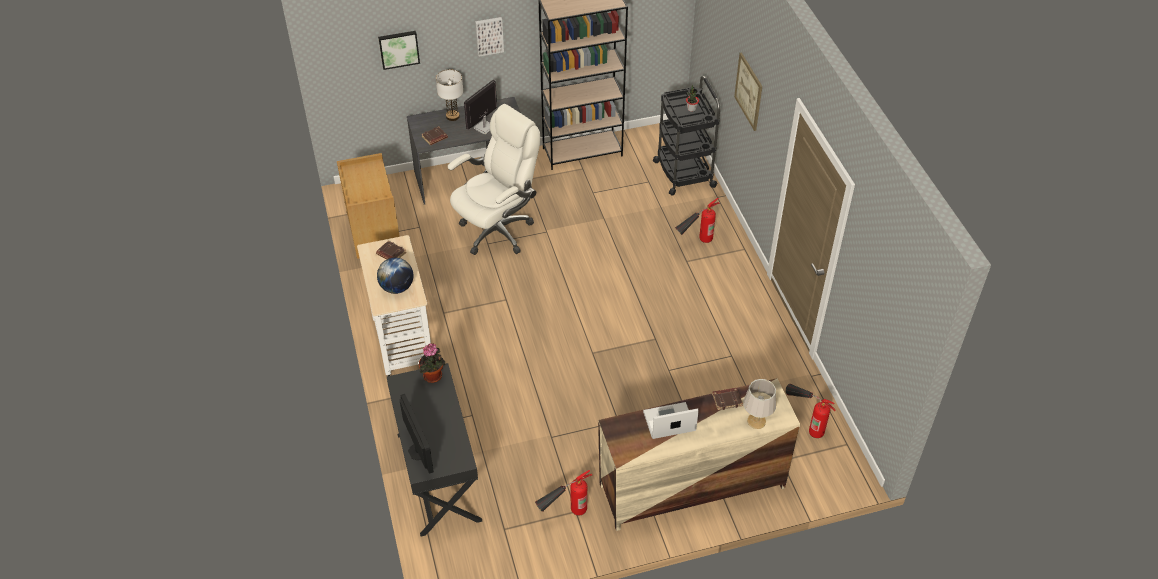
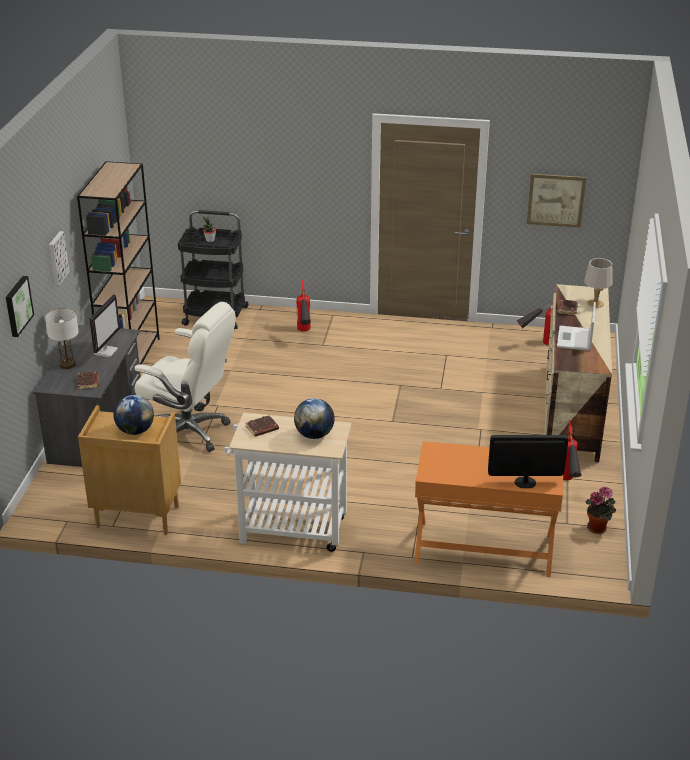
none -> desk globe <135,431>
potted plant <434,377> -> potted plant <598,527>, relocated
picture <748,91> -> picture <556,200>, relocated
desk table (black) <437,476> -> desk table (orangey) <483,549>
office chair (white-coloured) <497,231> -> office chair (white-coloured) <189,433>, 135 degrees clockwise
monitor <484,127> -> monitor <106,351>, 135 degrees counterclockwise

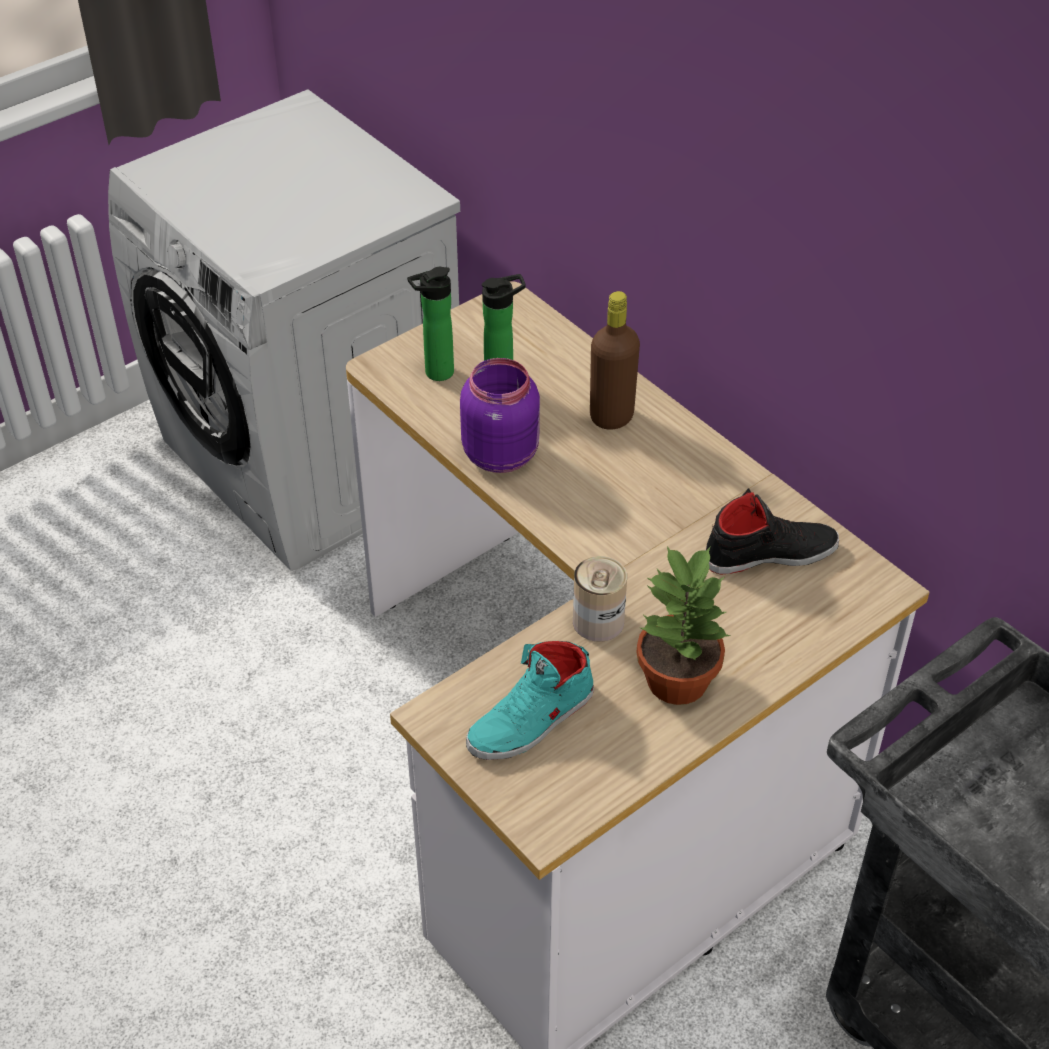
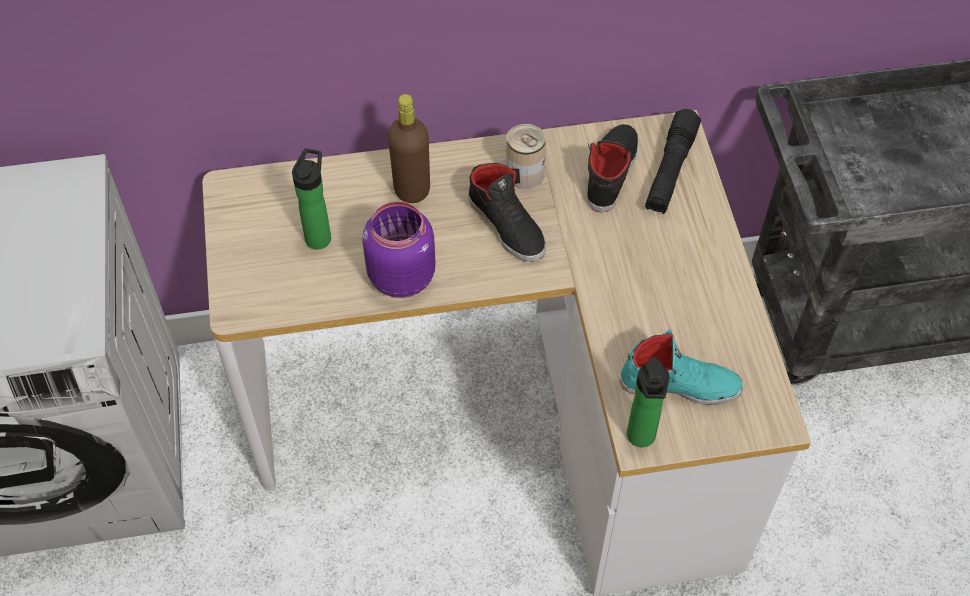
potted plant <677,679> -> none
none -> item of footwear (black) <507,224>
none -> hand torch (black) <670,170>
bottle <435,373> -> bottle <641,439>, relocated
metal can <598,621> -> metal can <524,173>, relocated
item of footwear (turquoise) <532,721> -> item of footwear (turquoise) <680,384>, 75 degrees counterclockwise

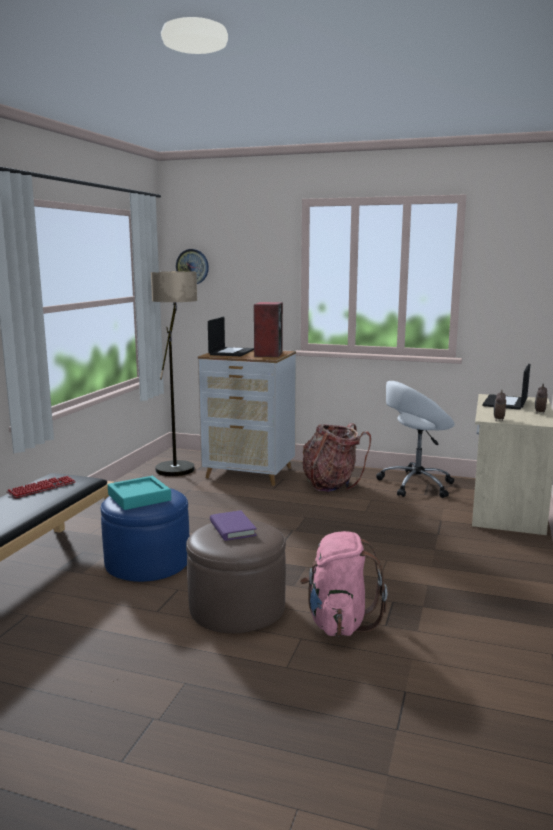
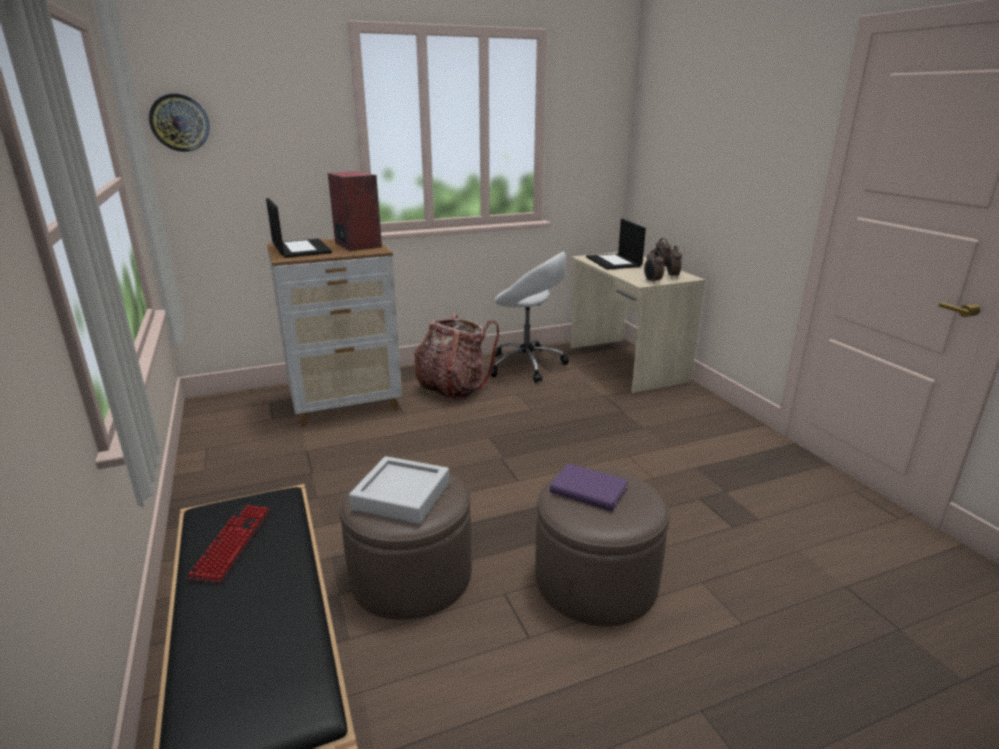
floor lamp <178,464> -> none
rucksack (pink-coloured) <339,622> -> none
none -> table clock <672,276>
pouffe (blue-coloured) <147,562> -> pouffe (brownish) <411,575>
tray (turquoise) <139,497> -> tray (gray) <401,495>
office chair (white-coloured) <414,485> -> office chair (white-coloured) <528,365>, 90 degrees counterclockwise

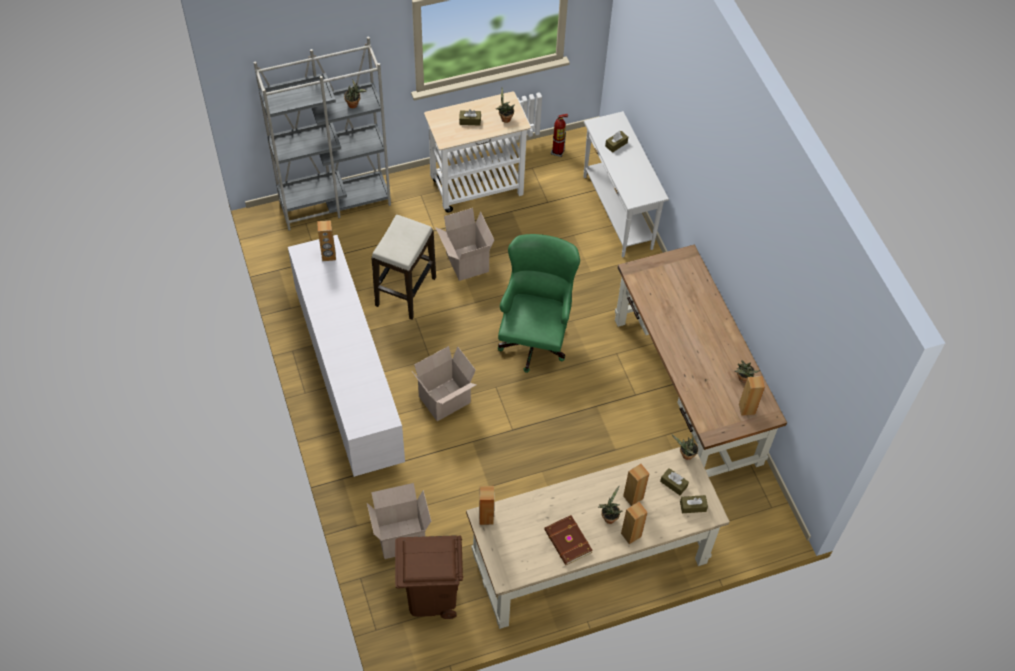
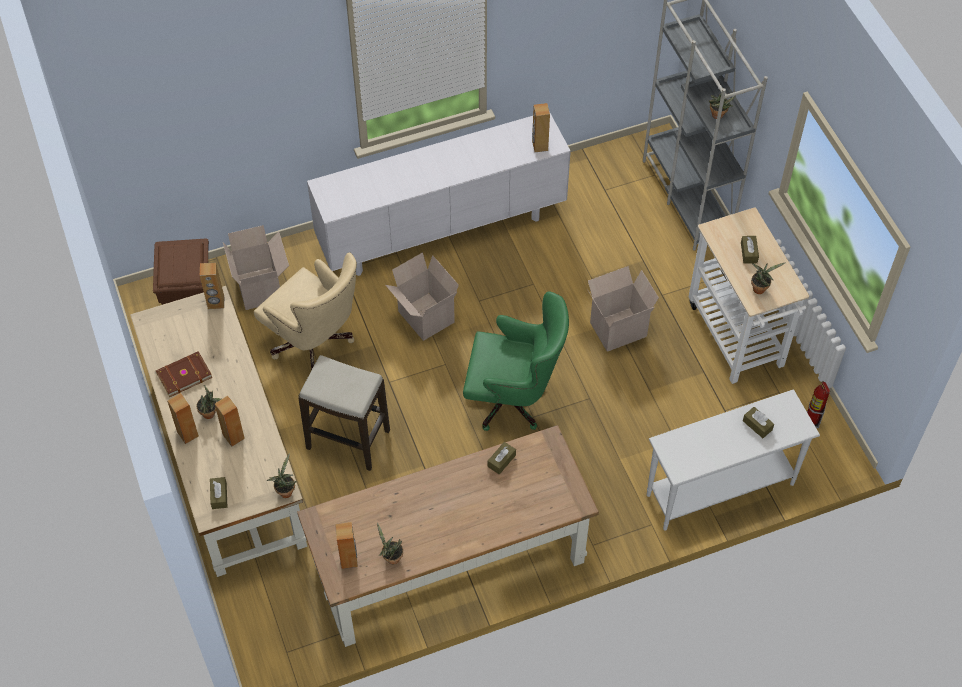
none -> office chair (beige) <315,345>
stool seat <405,292> -> stool seat <348,440>, relocated
box of tissues (brownish) <673,484> -> box of tissues (brownish) <501,461>, relocated

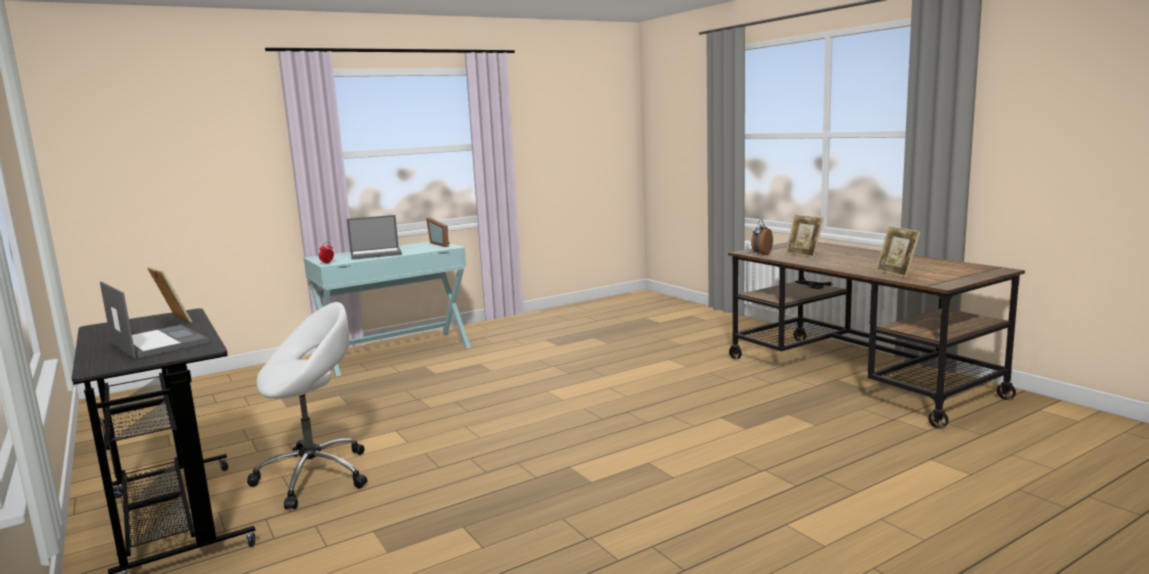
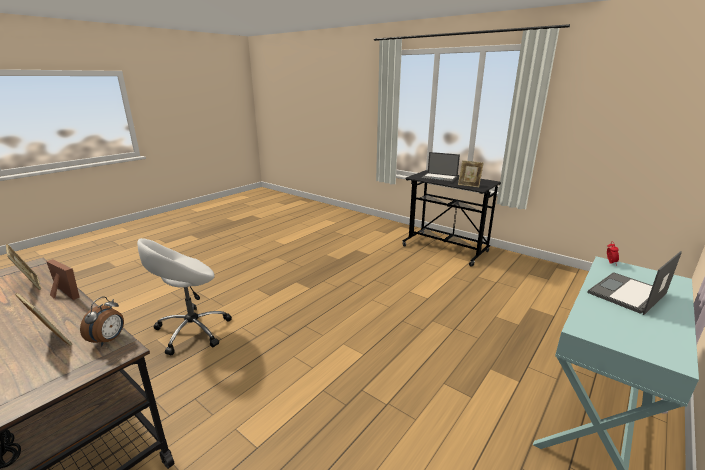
office chair (white-coloured) <316,475> -> office chair (white-coloured) <191,331>, relocated
picture frame <442,244> -> picture frame <62,294>, relocated

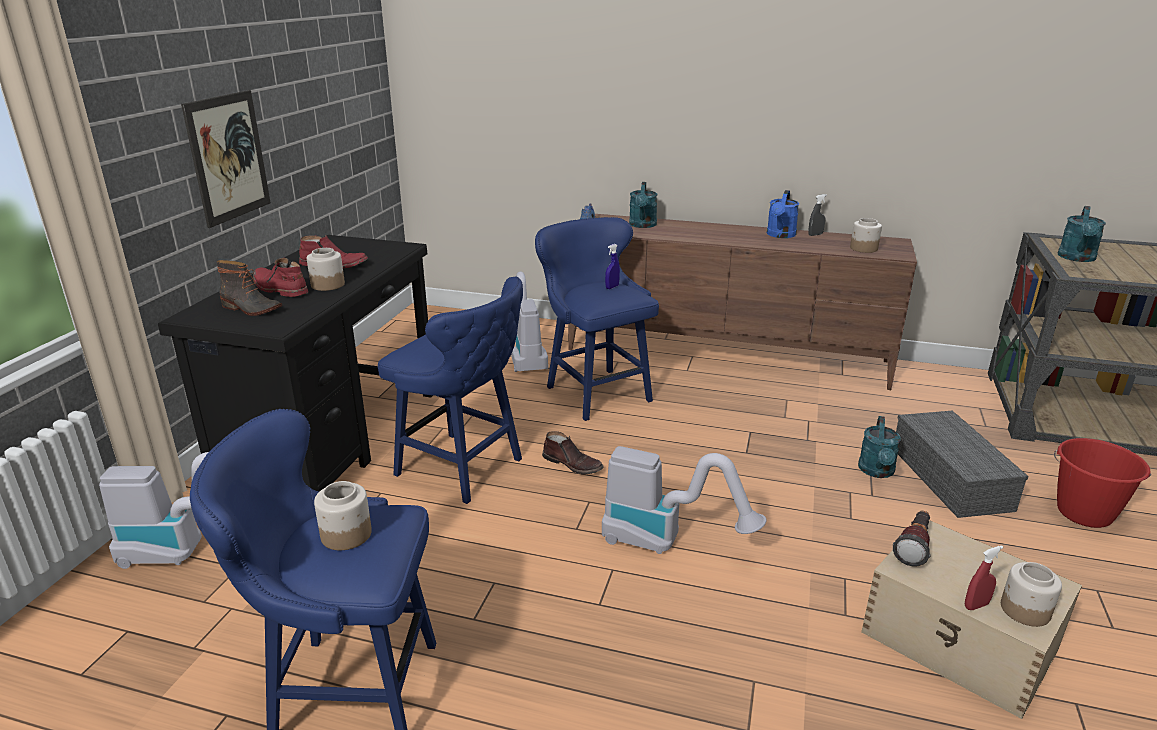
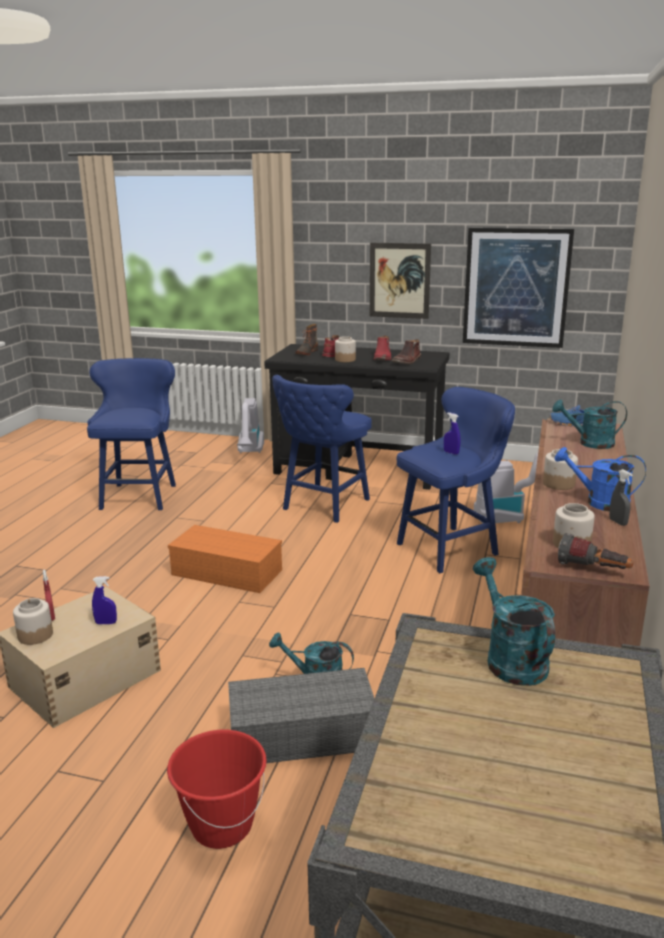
none -> hand sprayer (blue-coloured) <106,623>
none -> picture <516,288>
jar <345,535> -> jar <558,484>, relocated
tall boot (brownish) <573,464> -> tall boot (brownish) <407,361>, relocated
hand torch <914,546> -> hand torch <593,570>, relocated
vacuum <666,542> -> storage box (orangey) <229,572>
watering can (turquoise) <1077,258> -> watering can (turquoise) <510,658>, 45 degrees clockwise

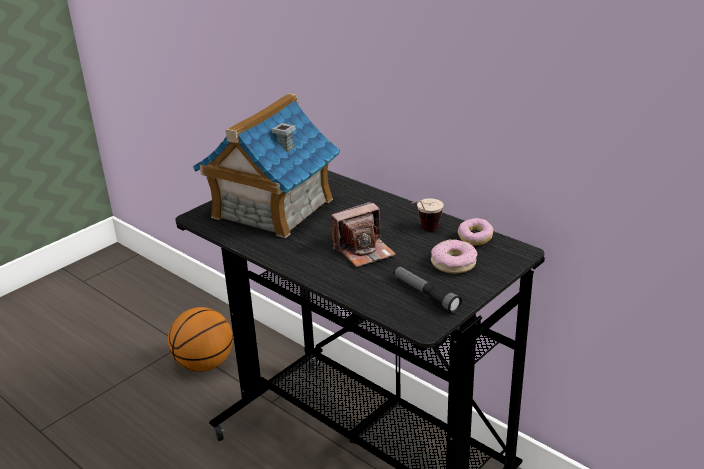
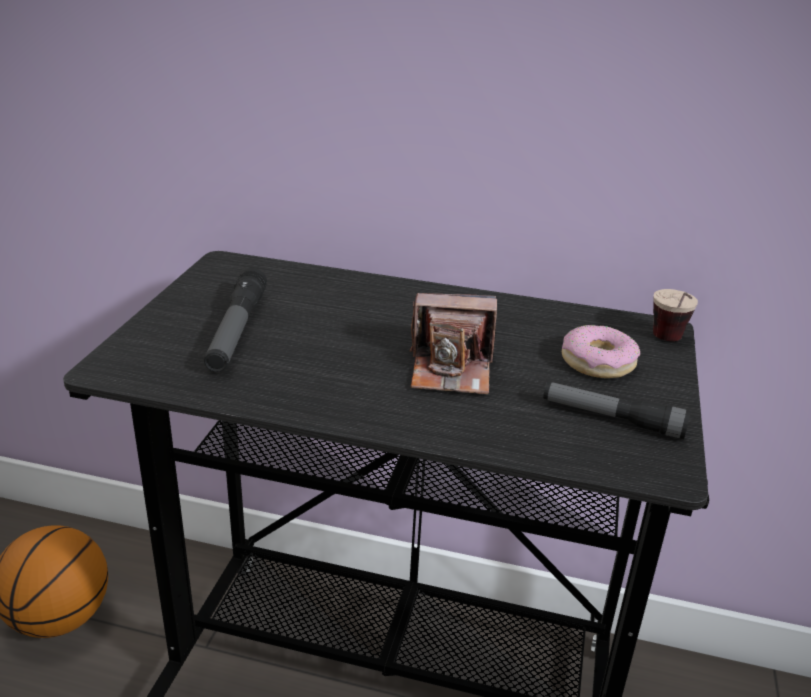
ring doughnut <475,238> -> none
drinking cup <424,231> -> drinking cup <669,344>, relocated
model house <271,208> -> hand torch <236,331>
photo camera <364,250> -> photo camera <451,370>, 60 degrees clockwise

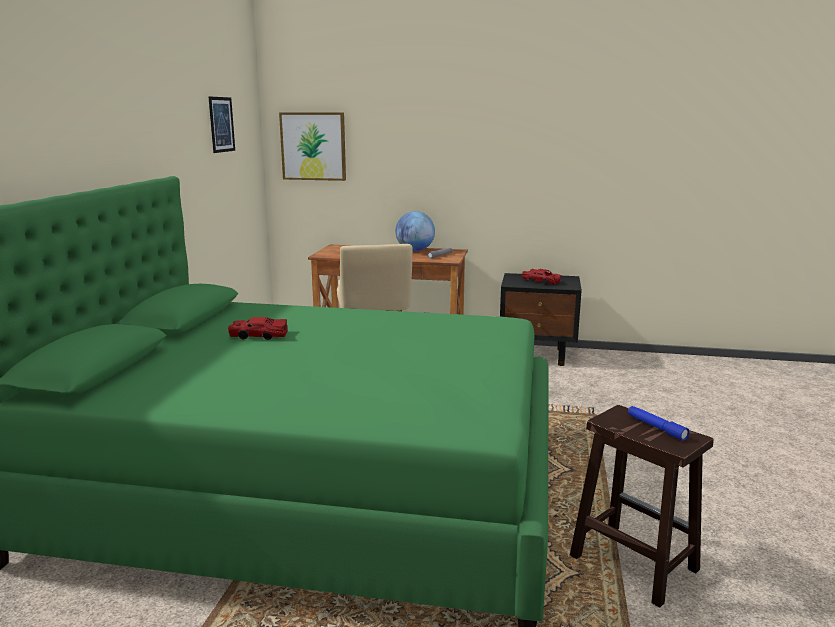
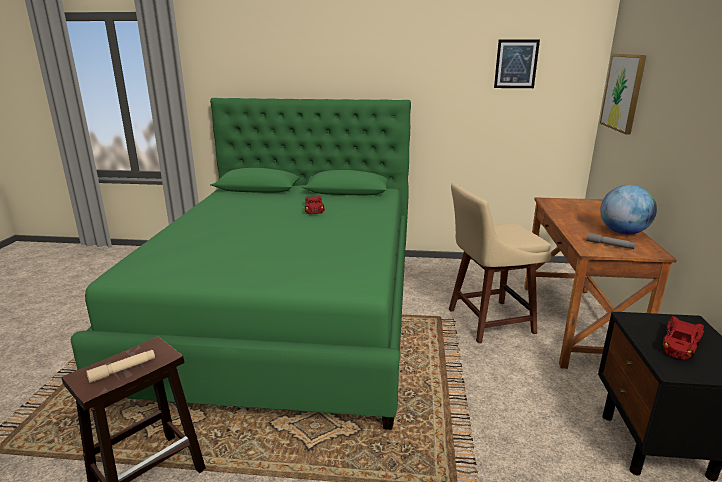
hand torch (blue-coloured) <656,427> -> hand torch (beige) <123,370>

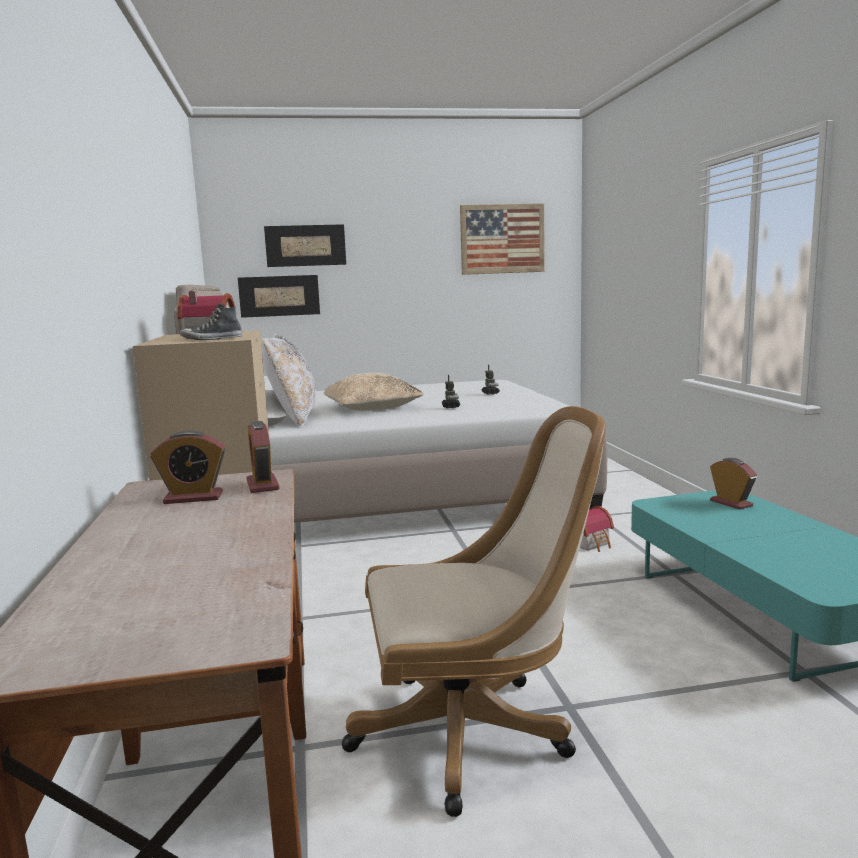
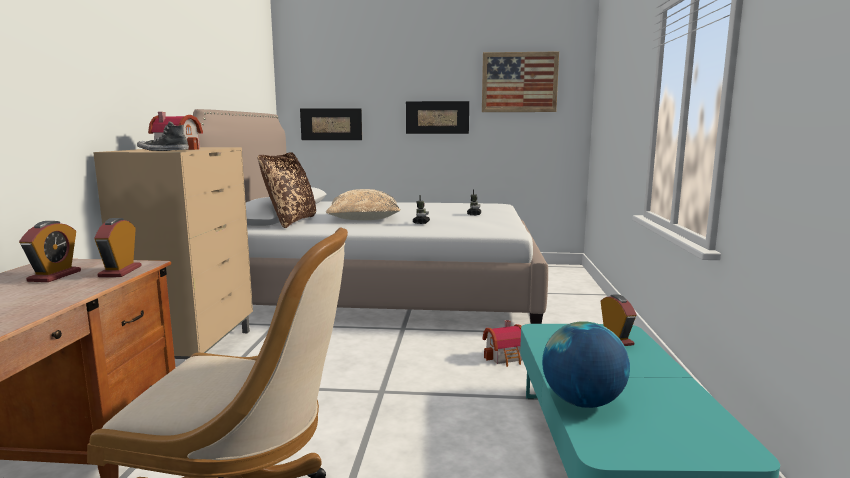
none -> desk globe <582,402>
picture <305,245> -> picture <437,117>, relocated
cushion (white-coloured) <293,419> -> cushion (brownish) <291,222>
table clock <193,498> -> table clock <54,276>, 90 degrees counterclockwise

